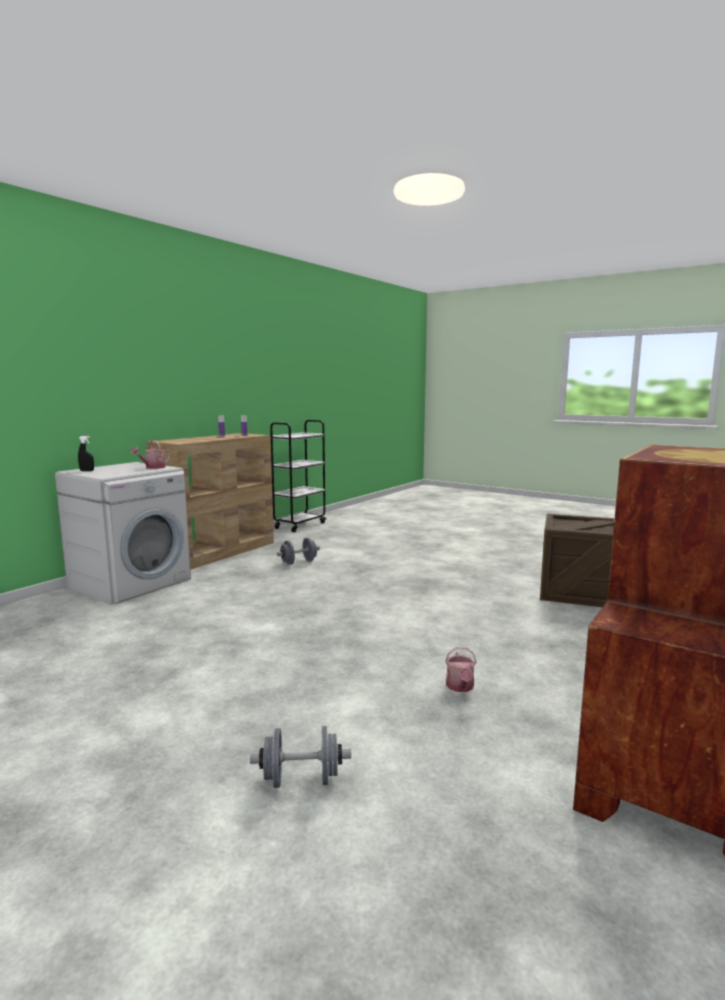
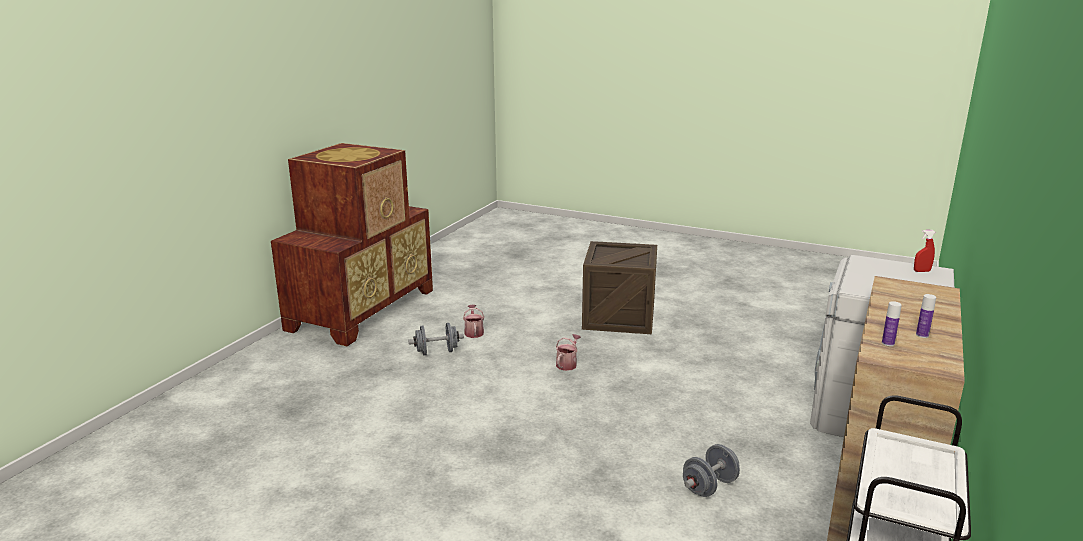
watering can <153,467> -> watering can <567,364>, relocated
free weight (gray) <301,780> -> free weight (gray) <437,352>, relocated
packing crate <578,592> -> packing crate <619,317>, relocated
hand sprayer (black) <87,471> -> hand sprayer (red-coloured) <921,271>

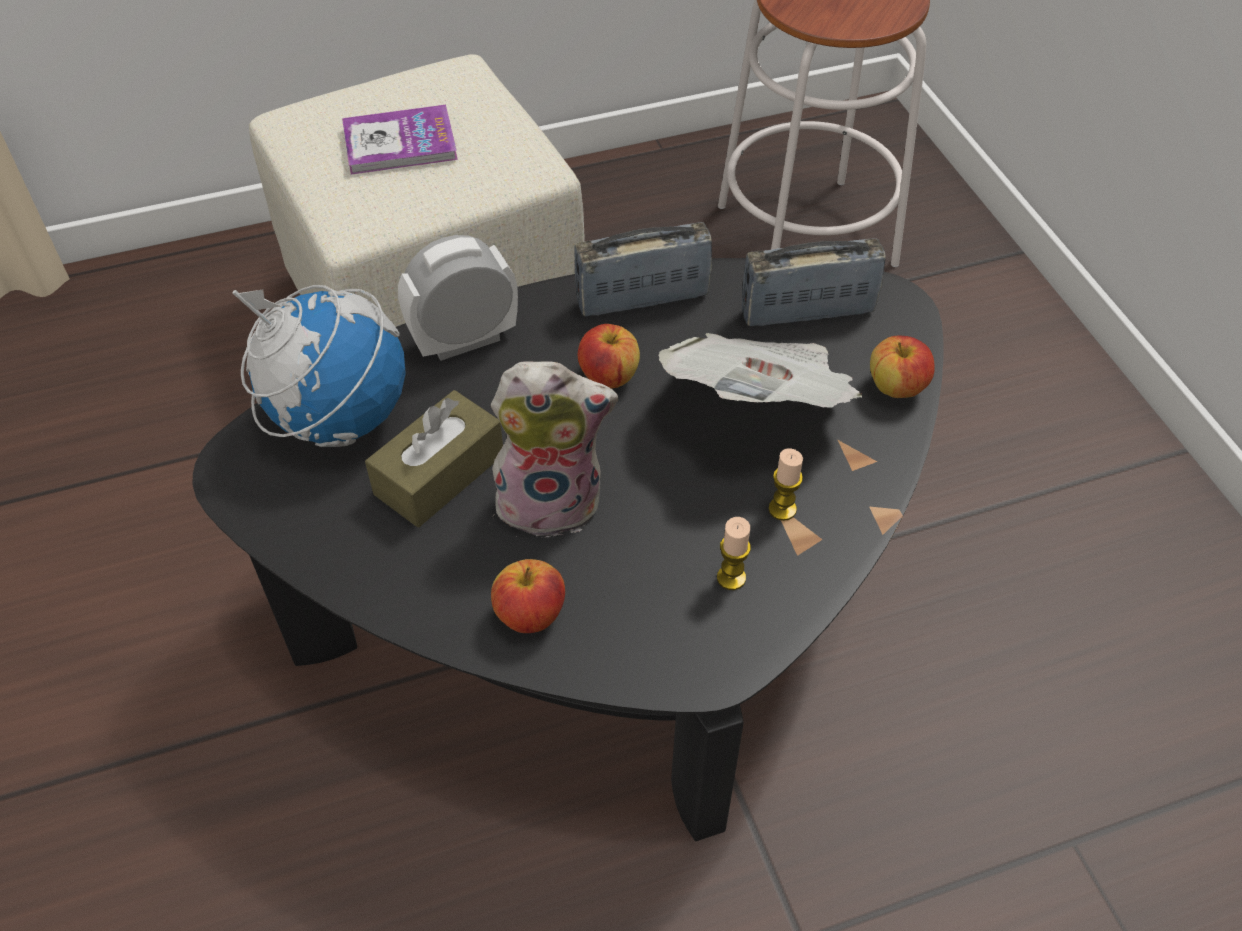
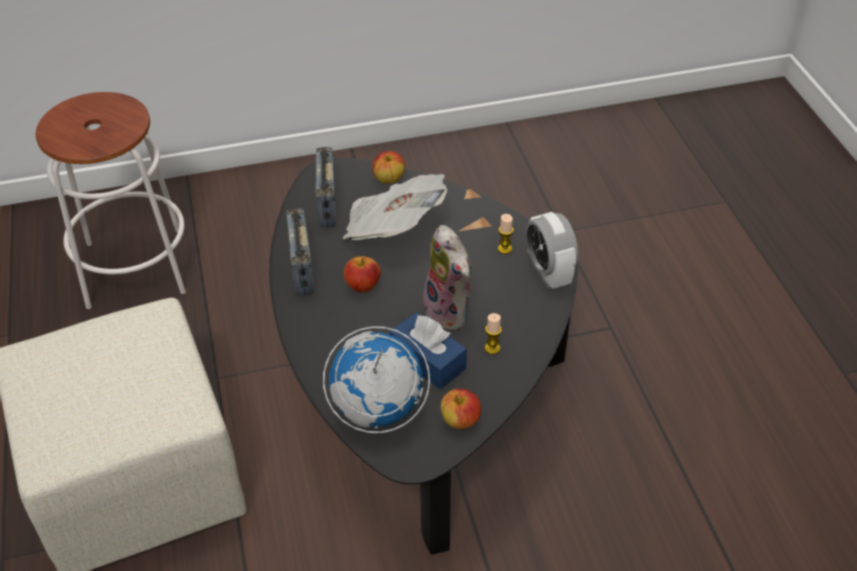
bound book <400,143> -> none
table clock <464,340> -> table clock <548,273>, relocated
whole apple <530,615> -> whole apple <460,421>, relocated
wax light <782,509> -> wax light <492,348>, relocated
box of tissues (brownish) <439,474> -> box of tissues (blue-coloured) <428,360>
soft toy <552,500> -> soft toy <451,312>, 150 degrees clockwise

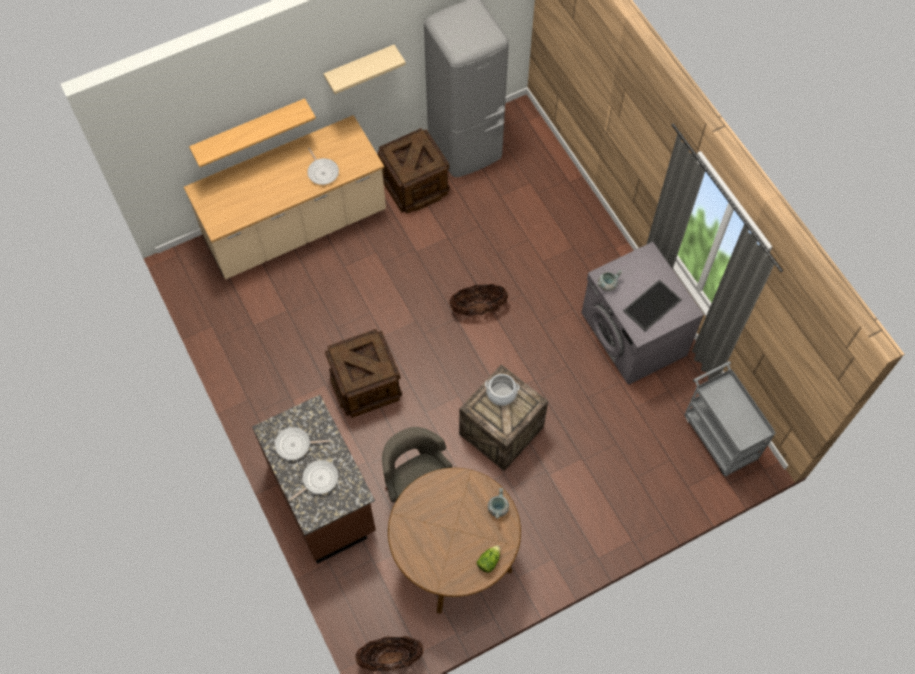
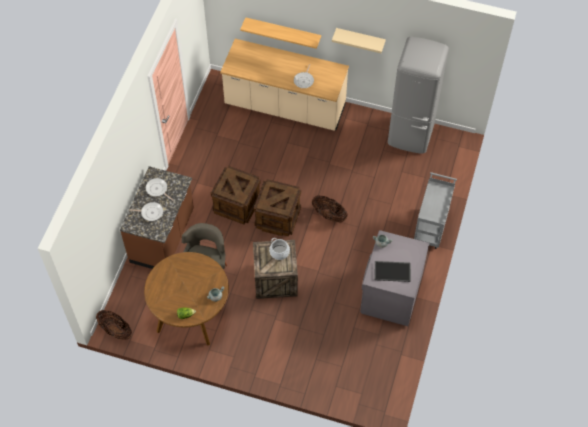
packing crate <414,186> -> packing crate <277,217>, relocated
cart (gray) <717,438> -> cart (gray) <431,227>, relocated

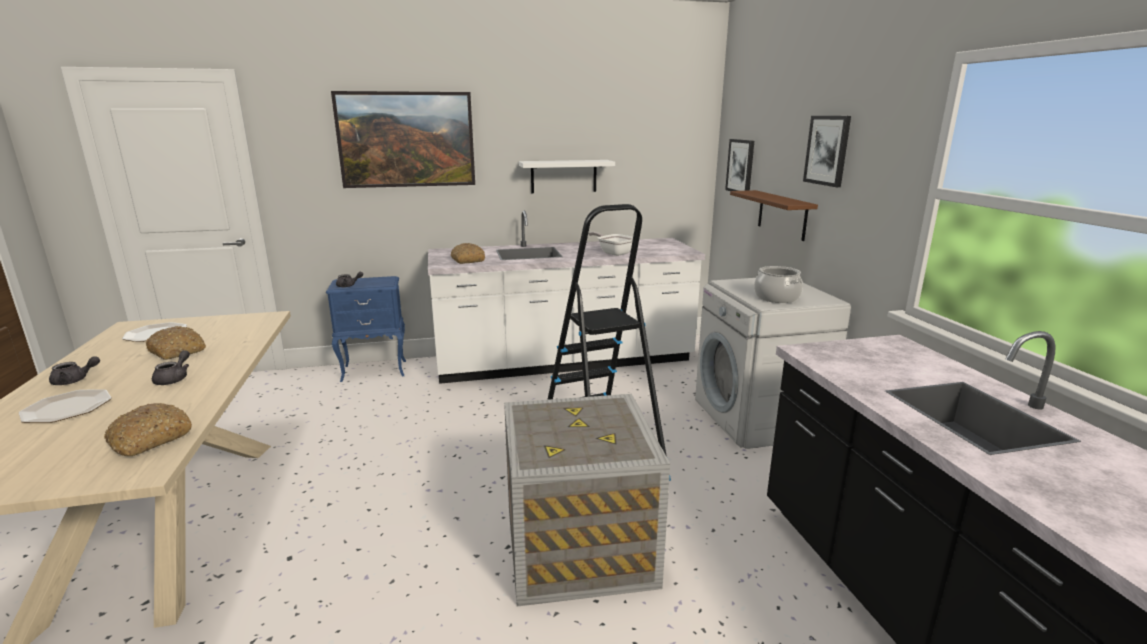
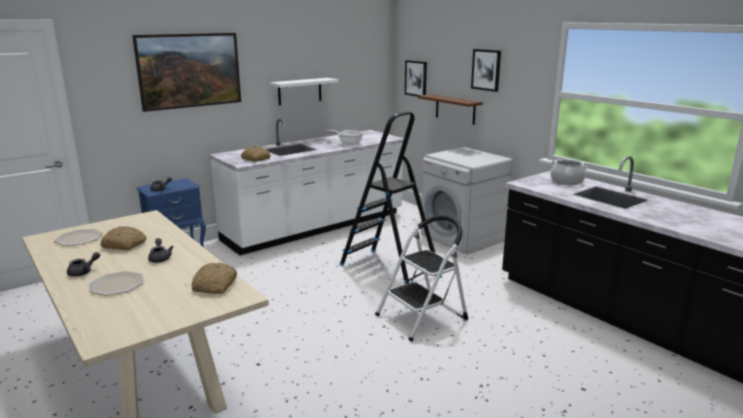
cooking pot <776,298> -> cooking pot <566,181>, relocated
packing crate <581,548> -> step ladder <424,317>

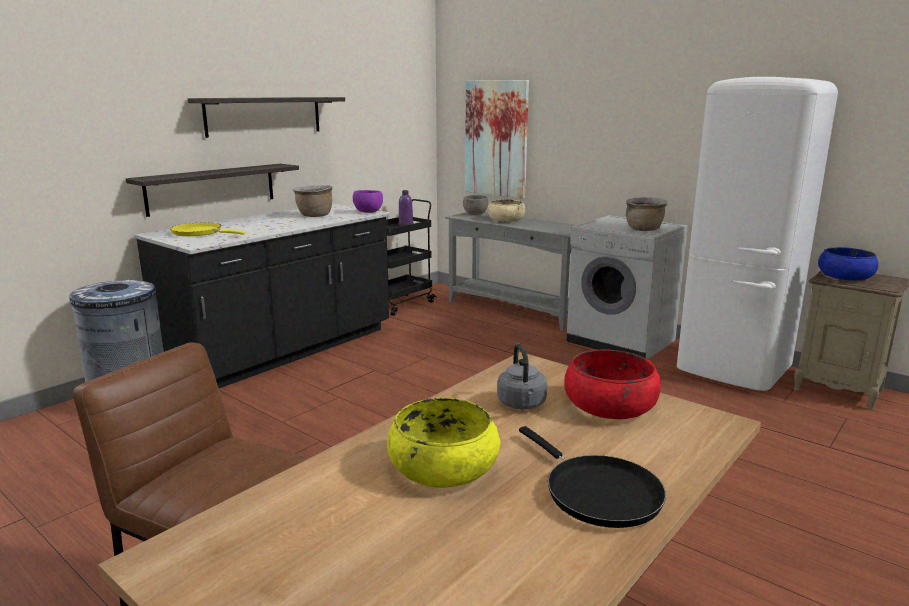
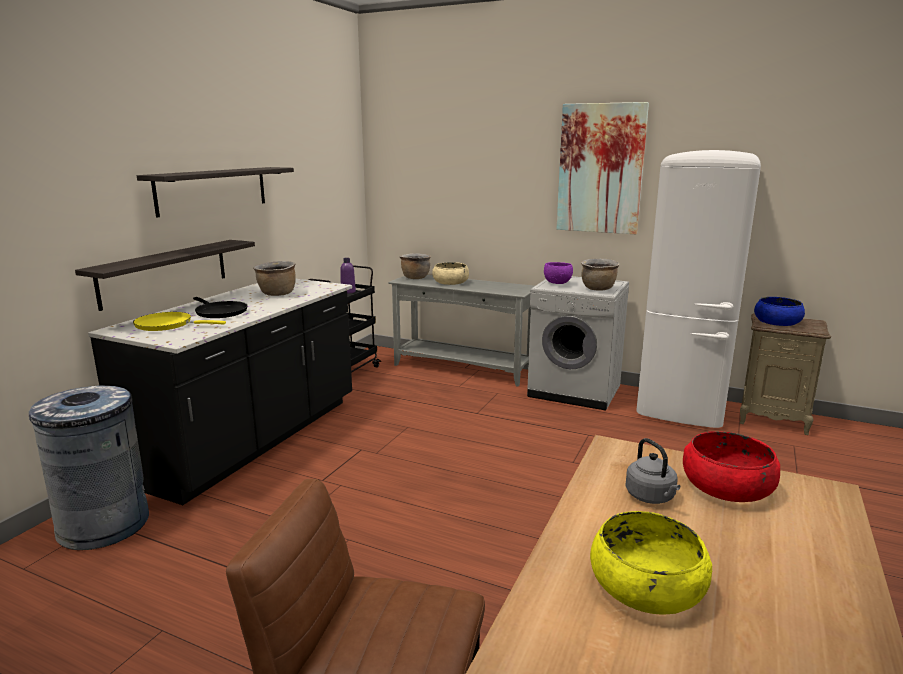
bowl (purple) <368,212> -> bowl (purple) <558,283>, relocated
picture <496,139> -> picture <600,169>, relocated
pan (black) <597,492> -> pan (black) <219,312>, relocated
bowl (gray) <475,214> -> cooking pot (brownish) <415,278>

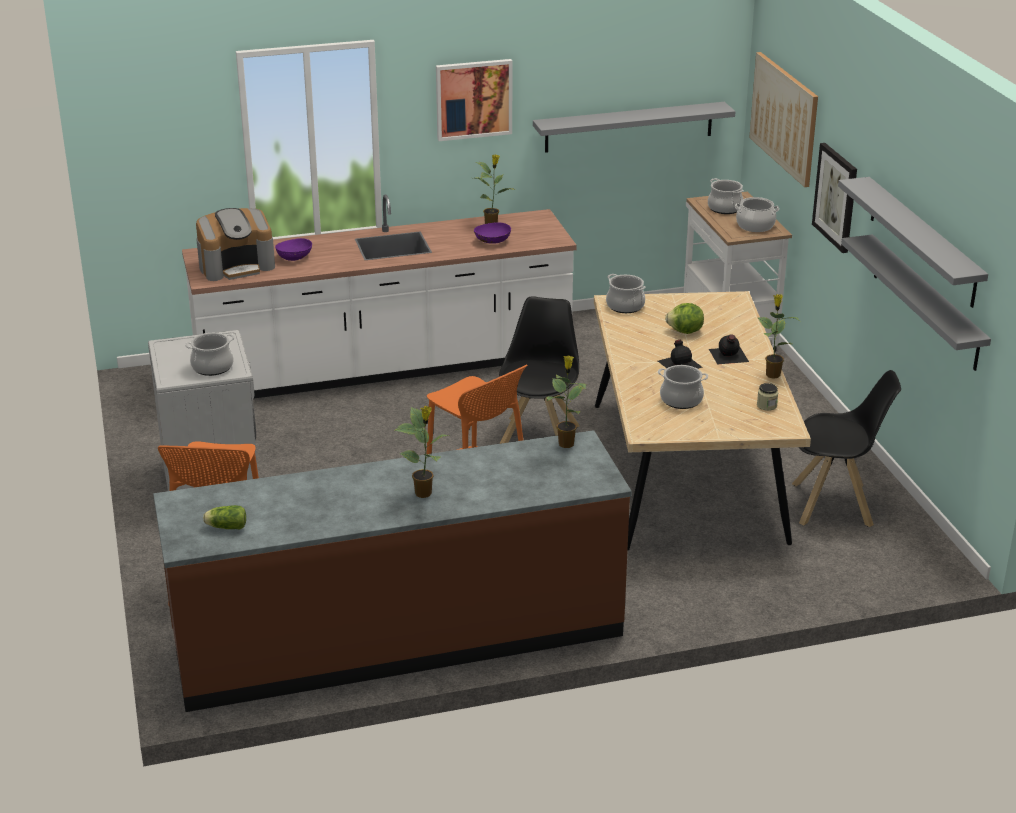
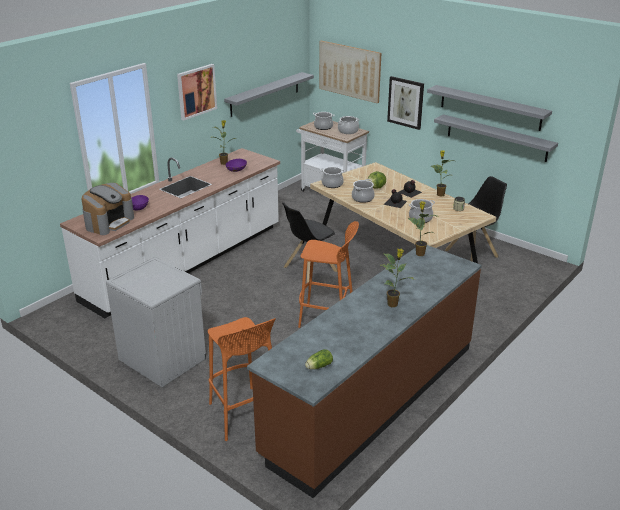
cooking pot <212,367> -> cooking pot <362,198>, relocated
plain chair (black) <539,436> -> plain chair (black) <309,269>, 105 degrees counterclockwise

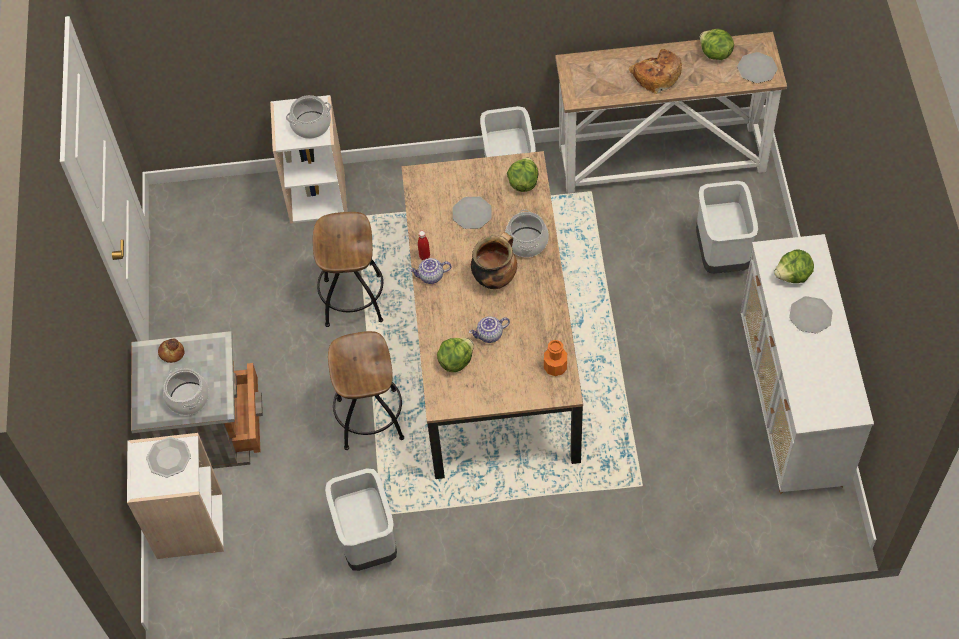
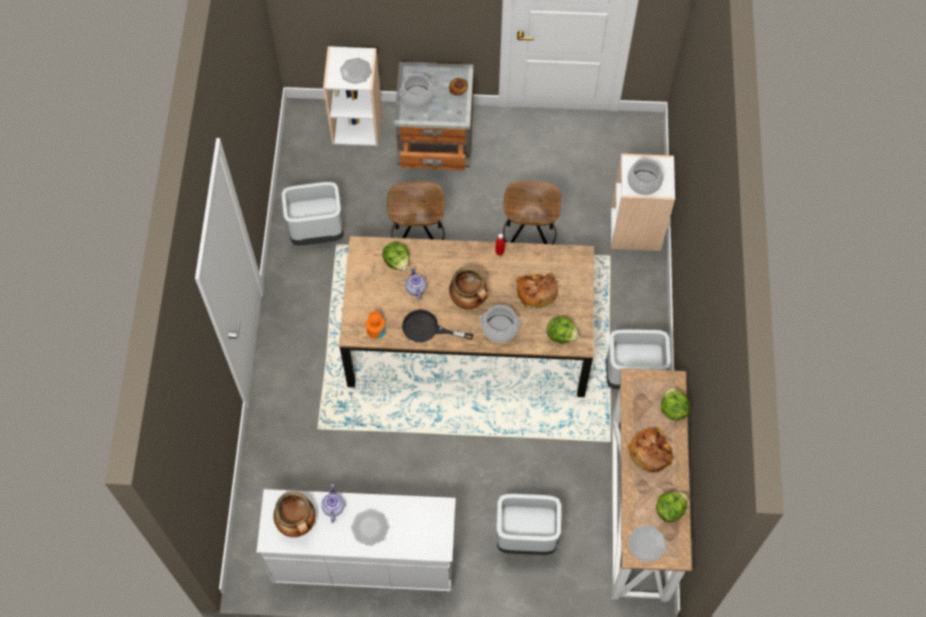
none -> cooking pot <298,523>
none -> pan (black) <427,329>
pot for tea <431,277> -> pot for tea <333,507>, relocated
lettuce head <793,276> -> lettuce head <672,409>, relocated
dinner plate <472,213> -> bakery bread <536,292>

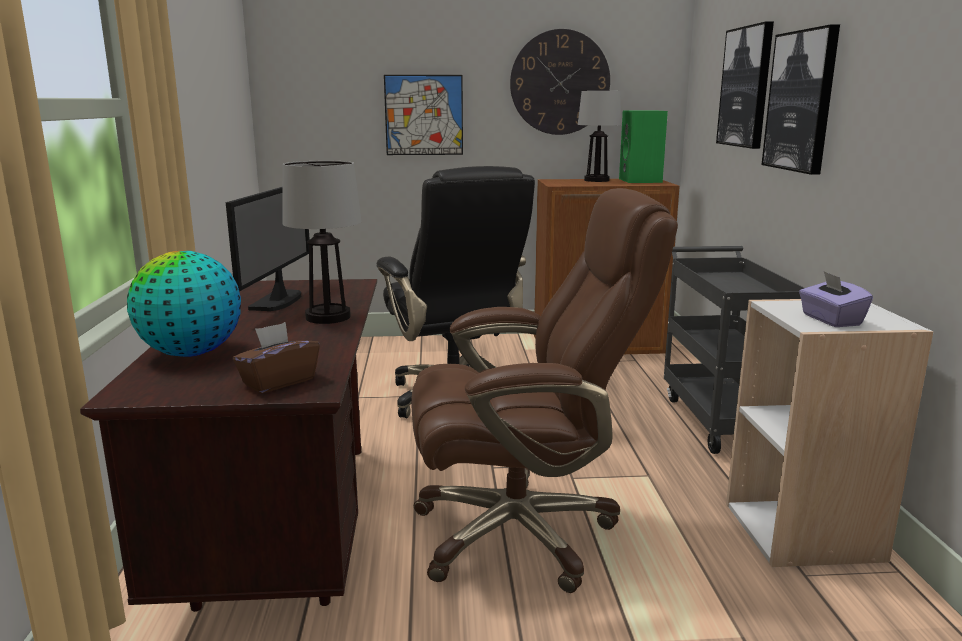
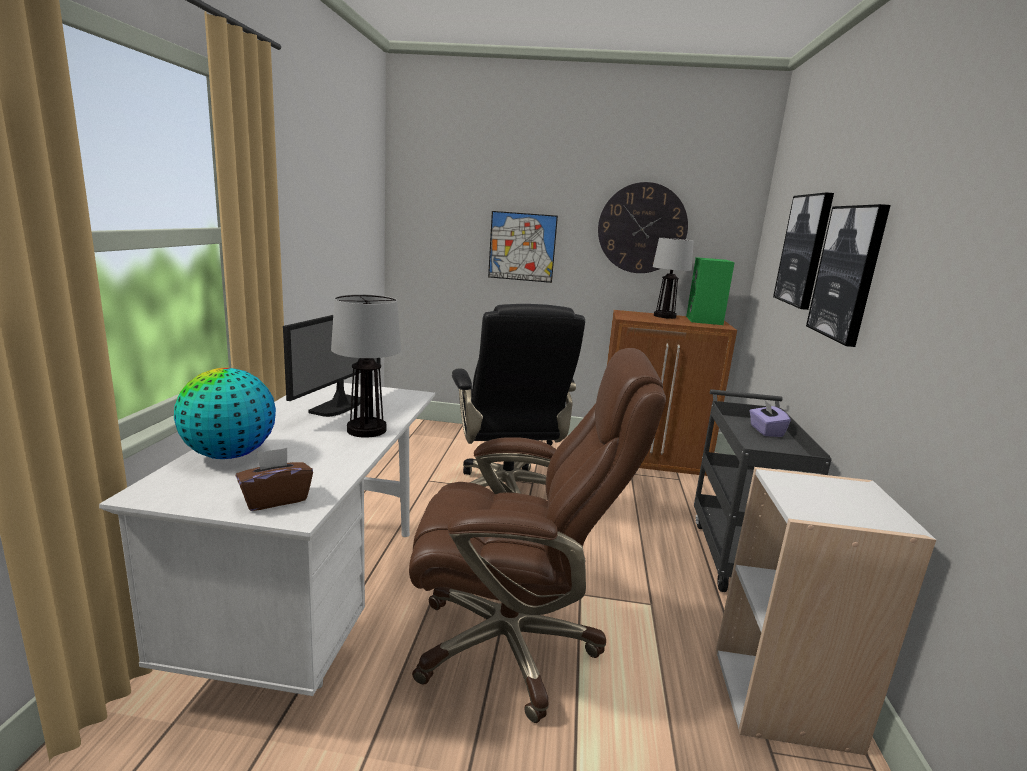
box of tissues (purple) <830,320> -> box of tissues (purple) <765,431>, relocated
desk table (brownish) <285,530> -> desk table (white-coloured) <317,602>

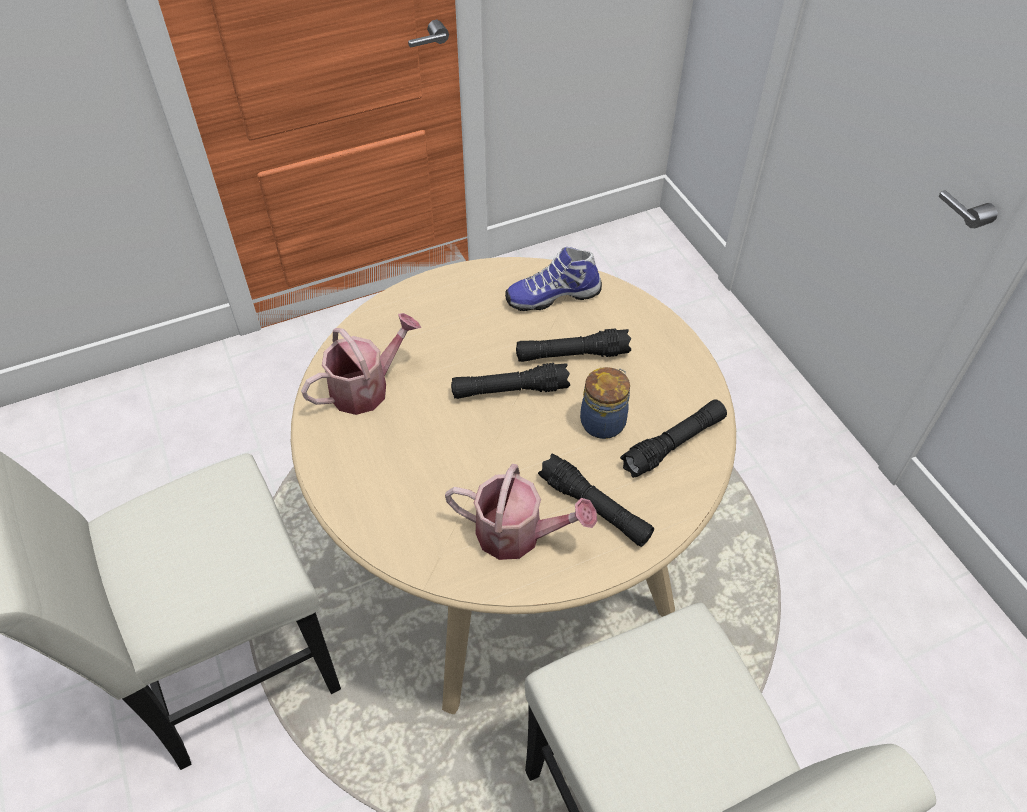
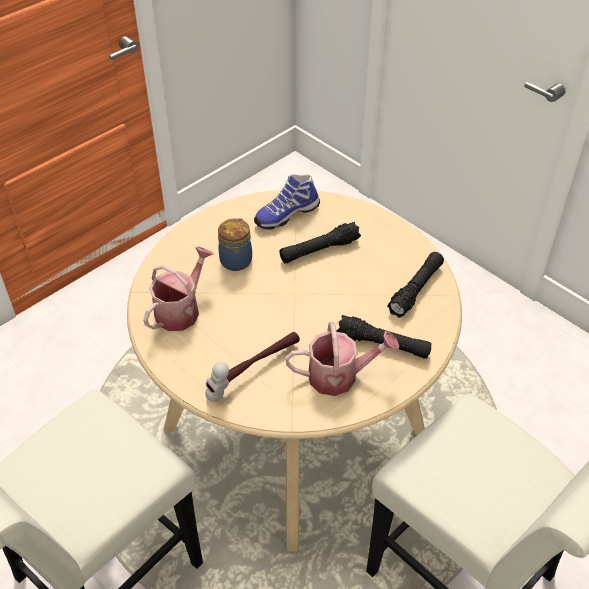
hand torch (black) <510,390> -> none
none -> tool hammer <254,372>
jar <604,421> -> jar <236,260>, relocated

